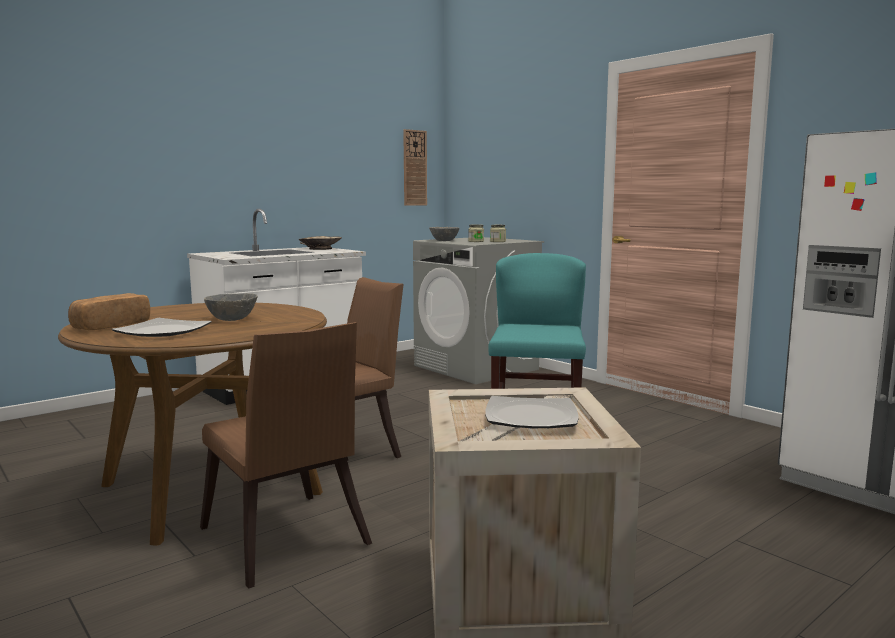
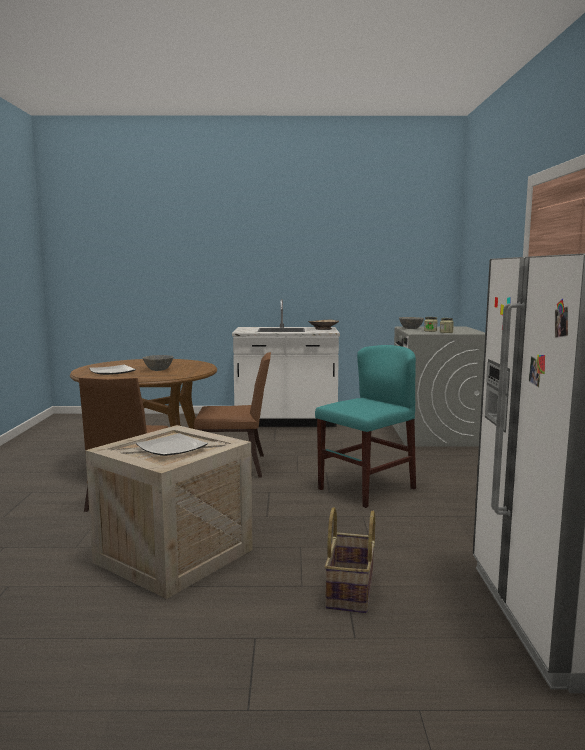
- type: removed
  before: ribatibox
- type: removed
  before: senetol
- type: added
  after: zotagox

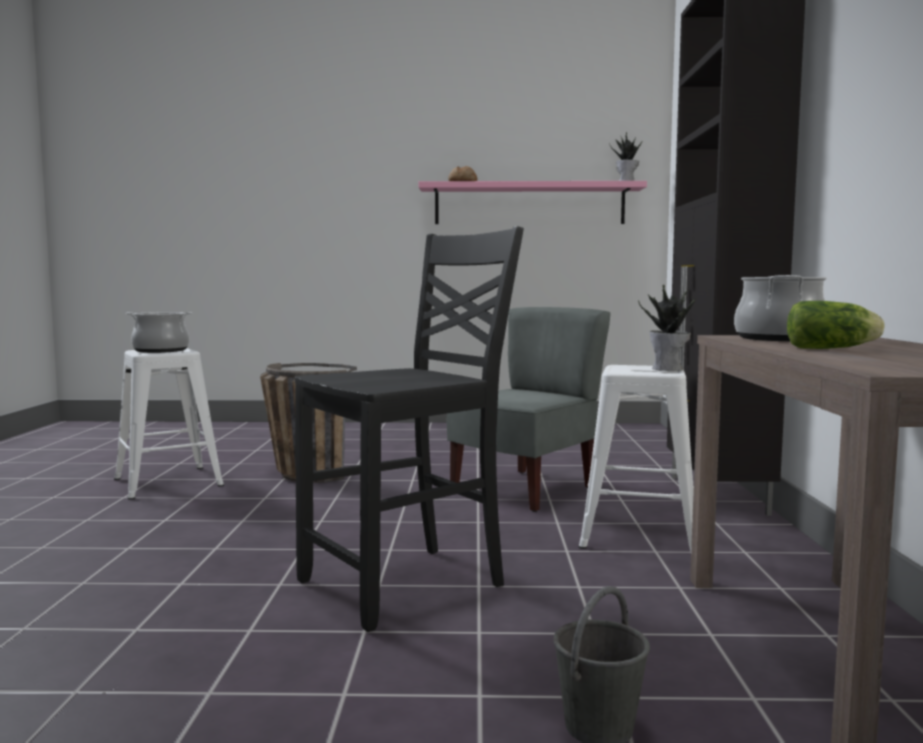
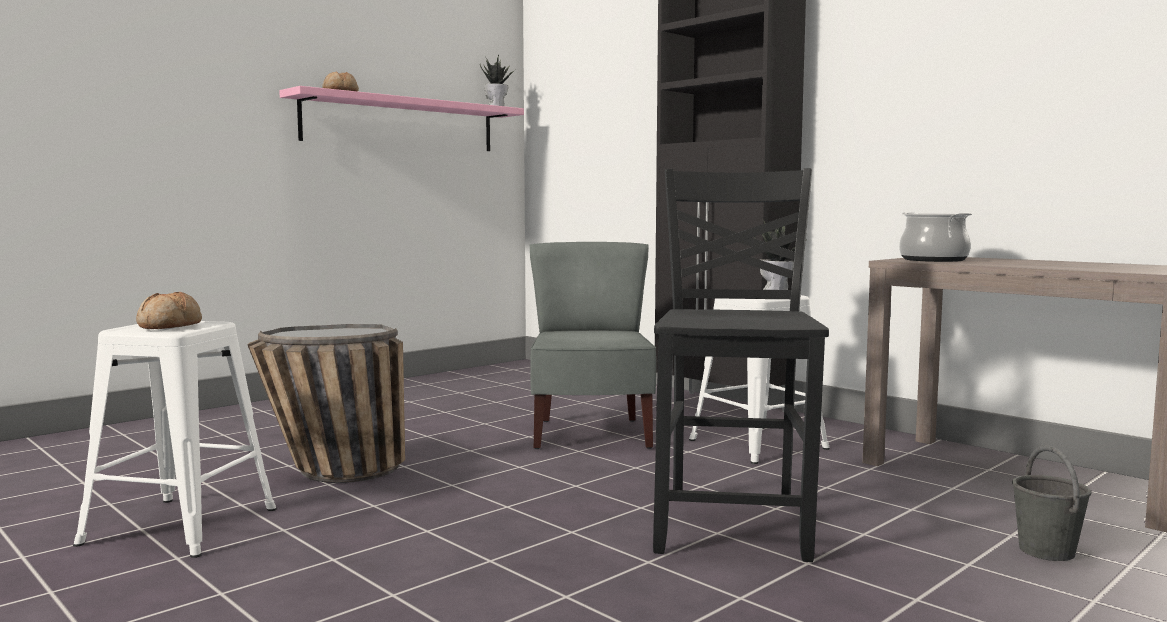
- type: replaced
  before: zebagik (1st from left)
  after: ribatibox (1st from left)
- type: removed
  before: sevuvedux

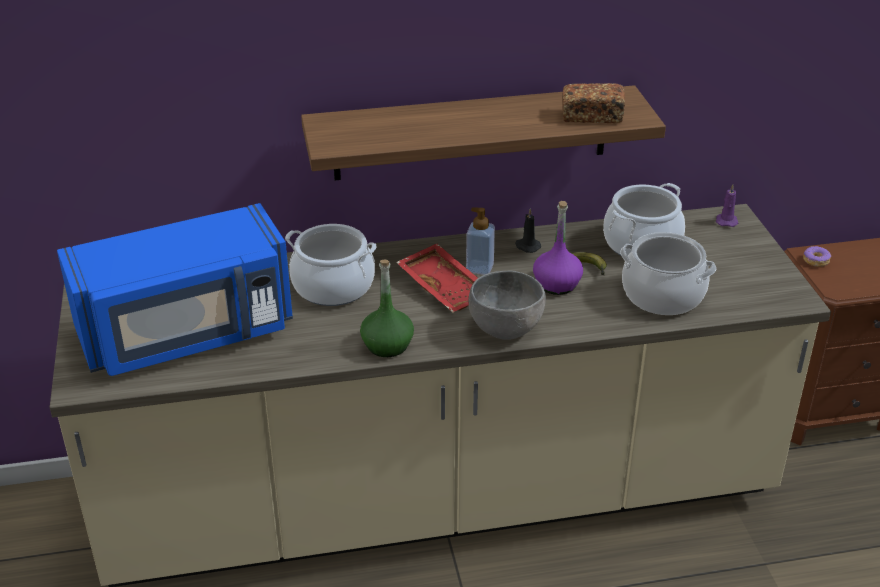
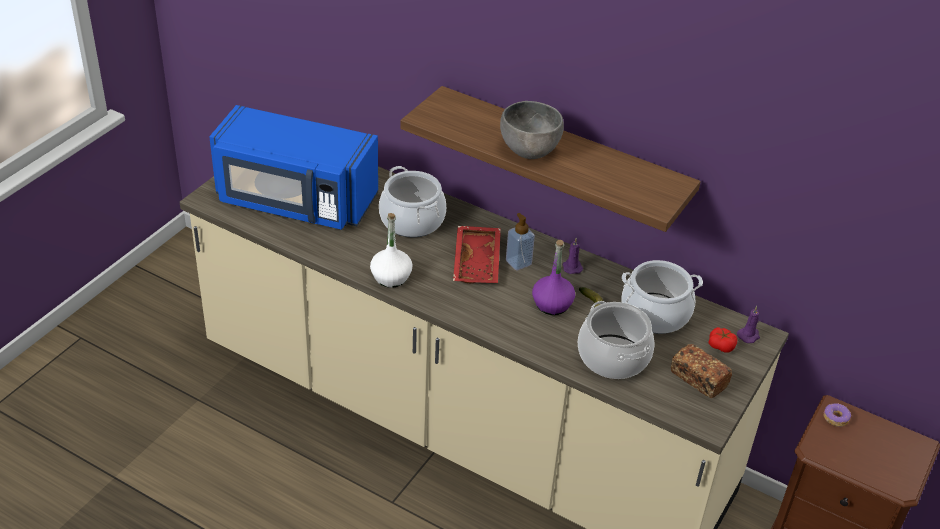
- type: recoloured
  before: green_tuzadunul
  after: white_tuzadunul
- type: moved
  before: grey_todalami
- type: recoloured
  before: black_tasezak
  after: purple_tasezak (1st from left)
- type: moved
  before: ribatibox
- type: added
  after: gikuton

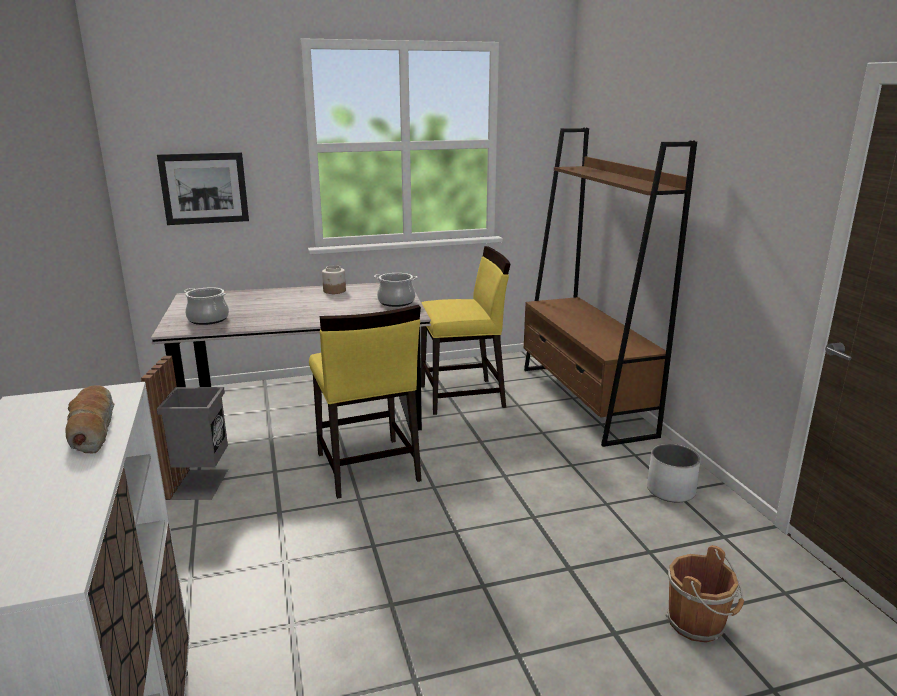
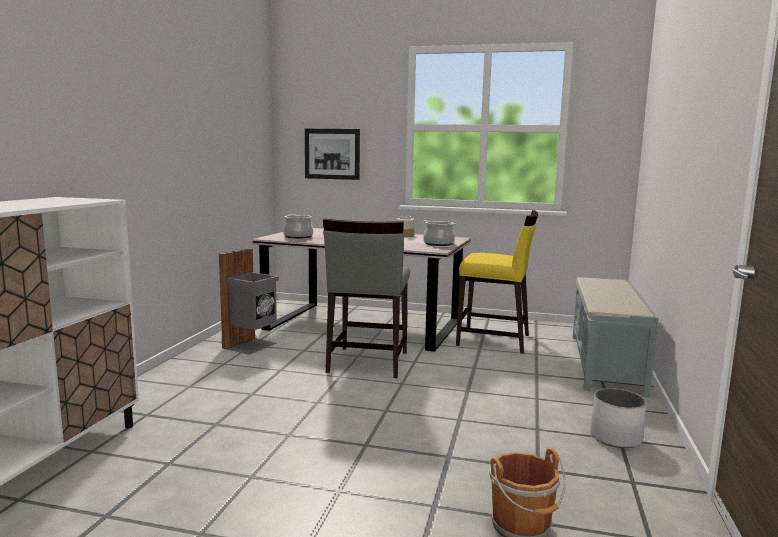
- type: removed
  before: ribatibox
- type: recoloured
  before: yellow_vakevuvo (1st from left)
  after: grey_vakevuvo
- type: replaced
  before: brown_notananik
  after: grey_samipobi

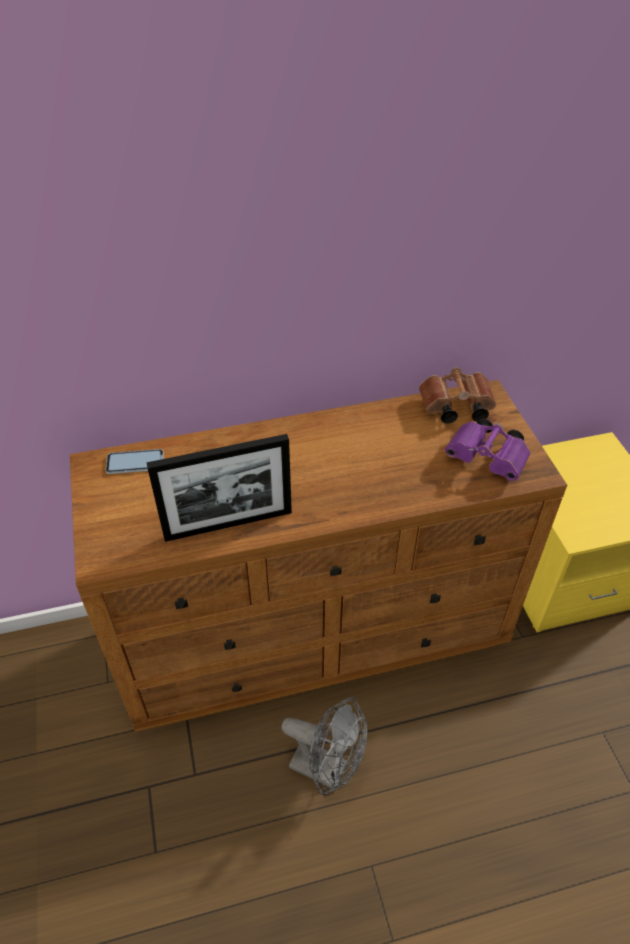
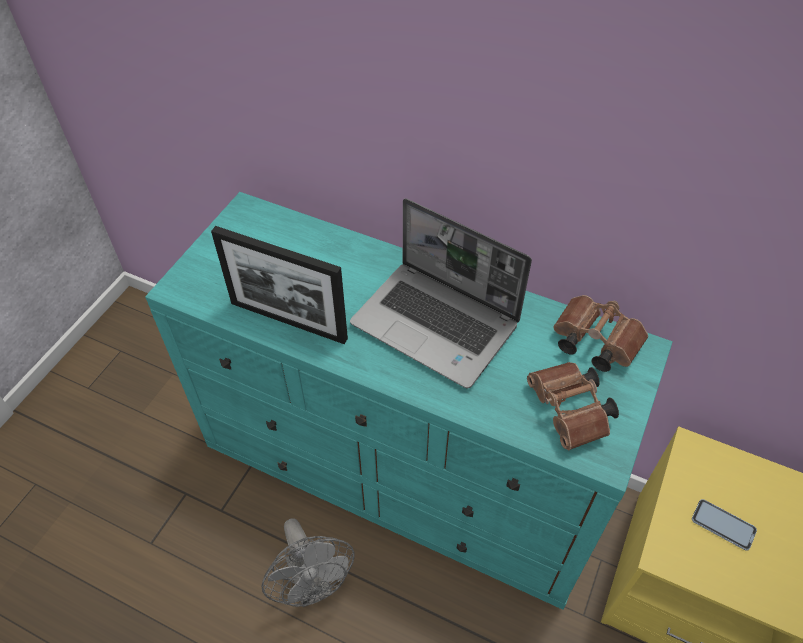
- type: recoloured
  before: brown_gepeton
  after: turquoise_gepeton
- type: moved
  before: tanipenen
- type: recoloured
  before: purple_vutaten
  after: brown_vutaten (1st from left)
- type: added
  after: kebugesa

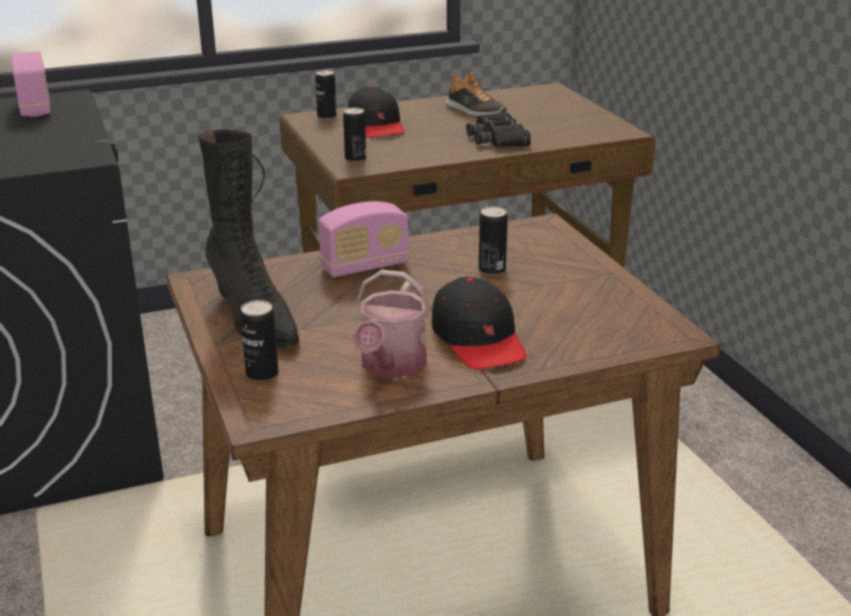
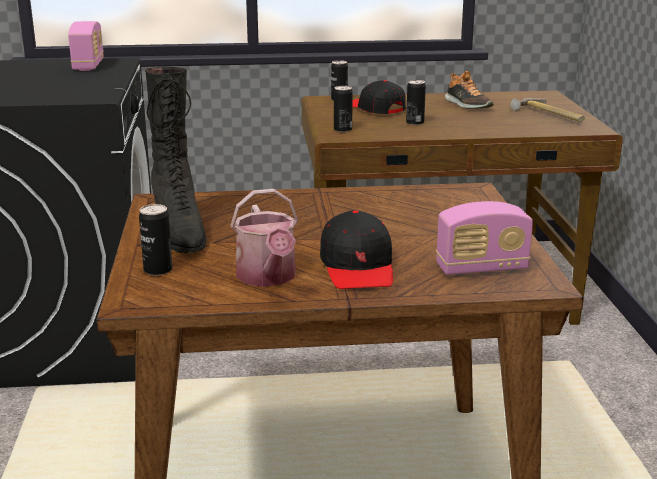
- type: moved
  before: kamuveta (2nd from left)
- type: turned
  before: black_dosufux (1st from left in the first image)
  turn: 150
- type: turned
  before: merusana
  turn: -45
- type: removed
  before: black_vutaten
- type: moved
  before: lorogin (4th from left)
- type: added
  after: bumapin

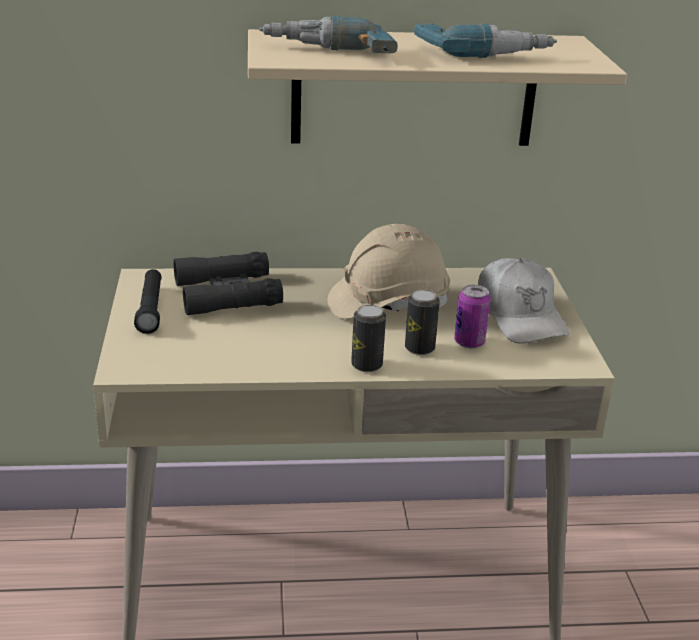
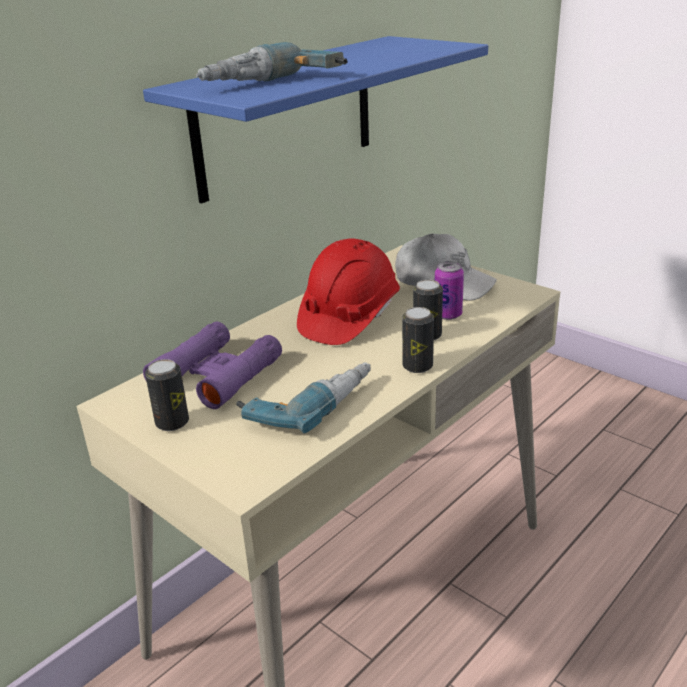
- type: replaced
  before: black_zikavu
  after: lorogin (1st from left)
- type: recoloured
  before: black_vutaten
  after: purple_vutaten
- type: recoloured
  before: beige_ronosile
  after: blue_ronosile
- type: recoloured
  before: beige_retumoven
  after: red_retumoven
- type: moved
  before: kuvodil (2nd from left)

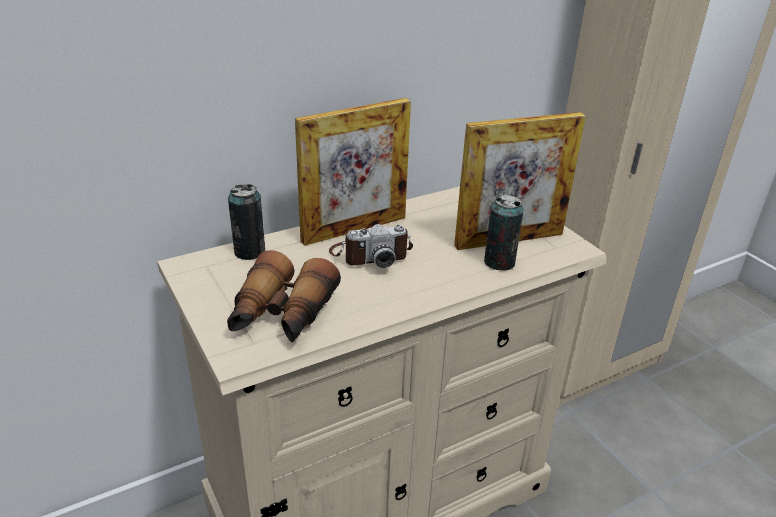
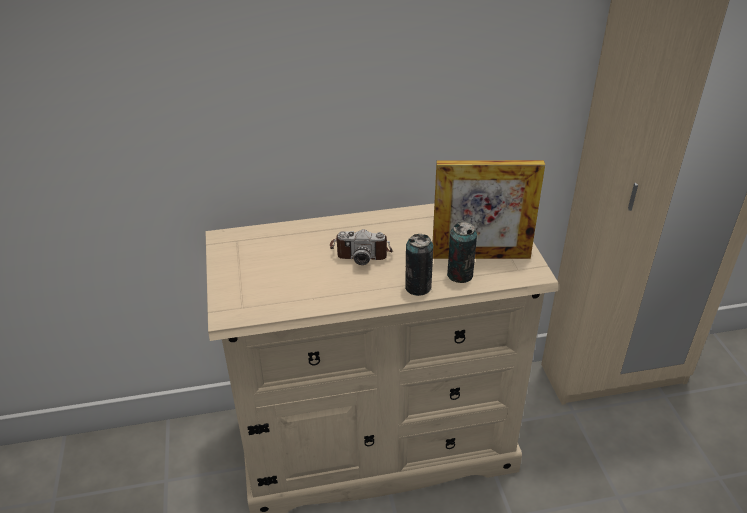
- type: removed
  before: vutaten
- type: moved
  before: lorogin (1st from left)
- type: removed
  before: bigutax (1st from left)

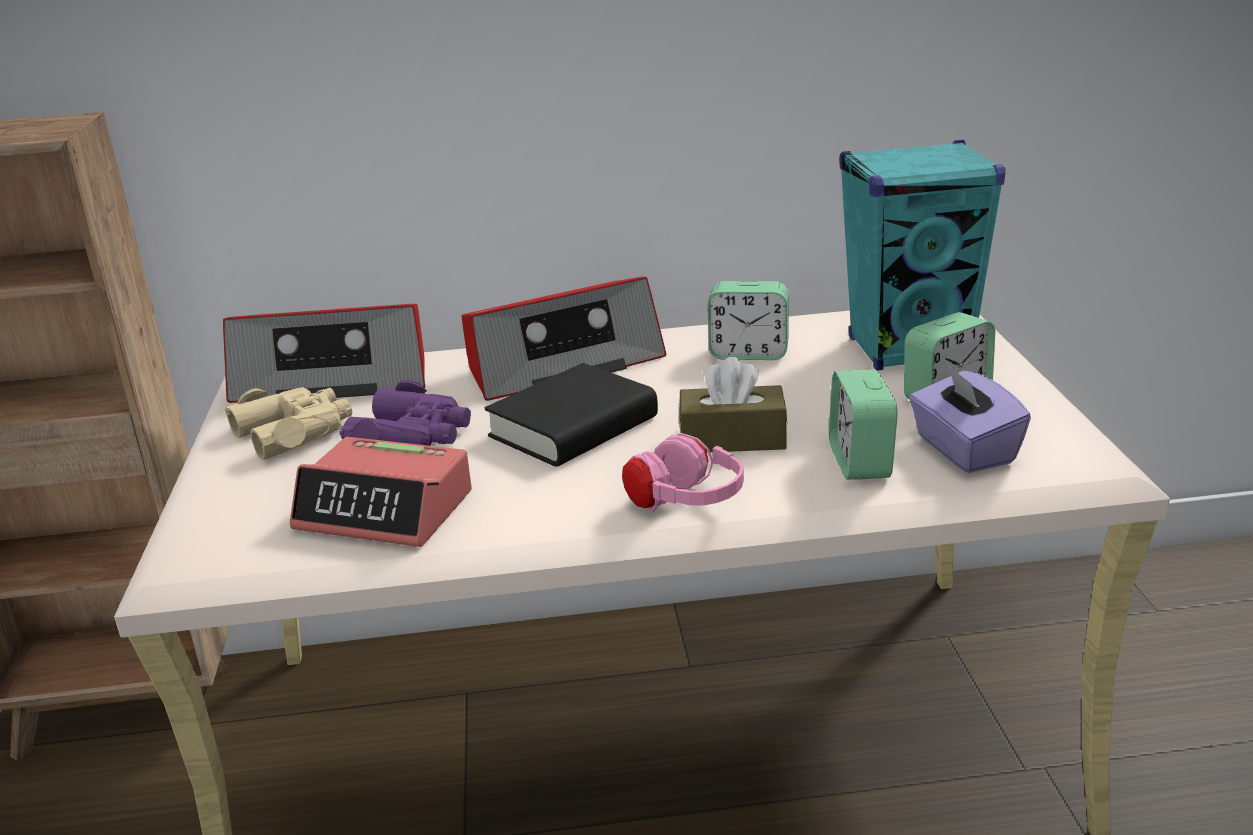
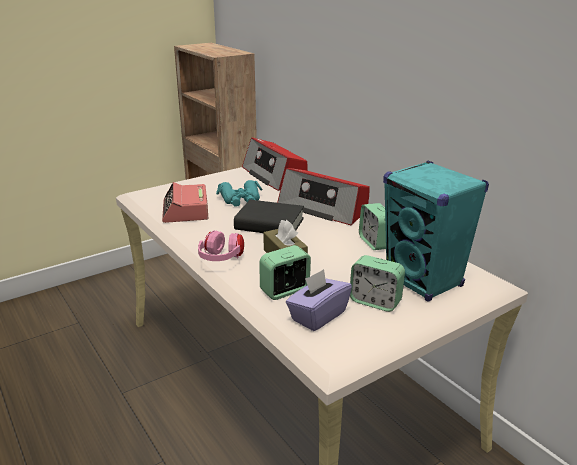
- type: removed
  before: beige_vutaten
- type: recoloured
  before: purple_vutaten
  after: turquoise_vutaten

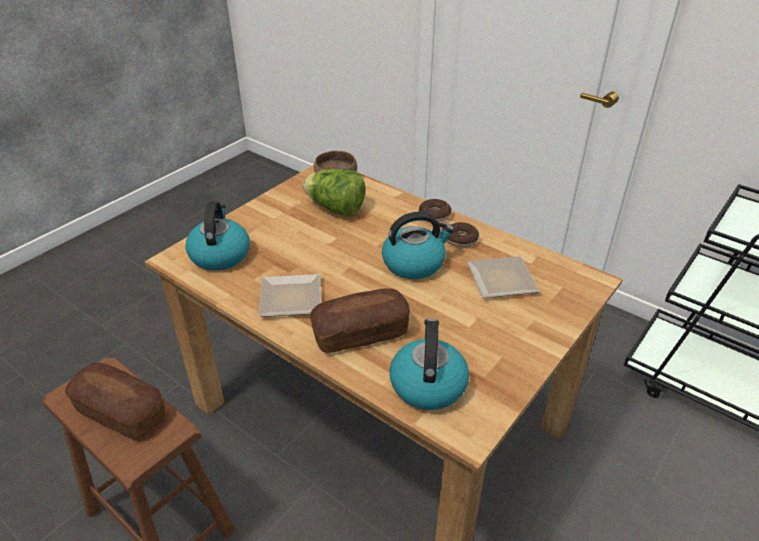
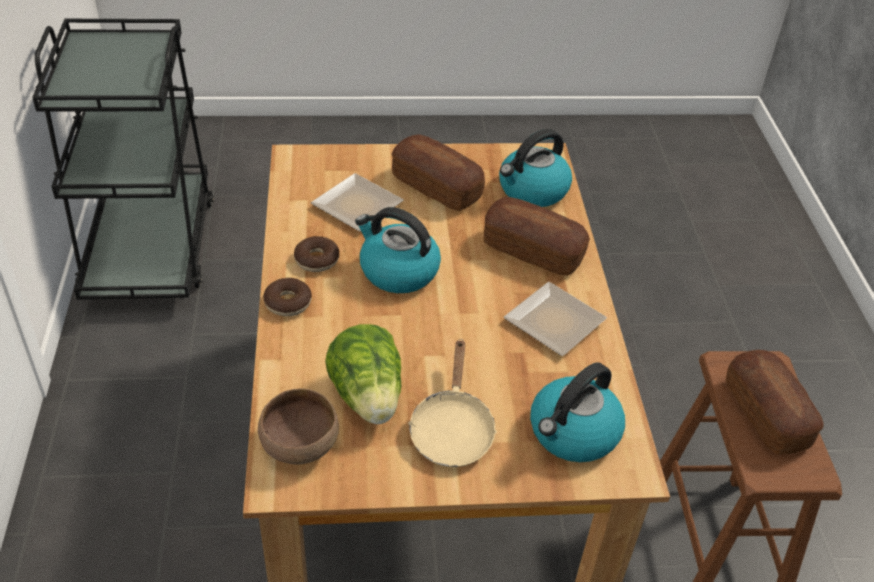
- type: added
  after: ribatibox (1st from left)
- type: added
  after: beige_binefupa

